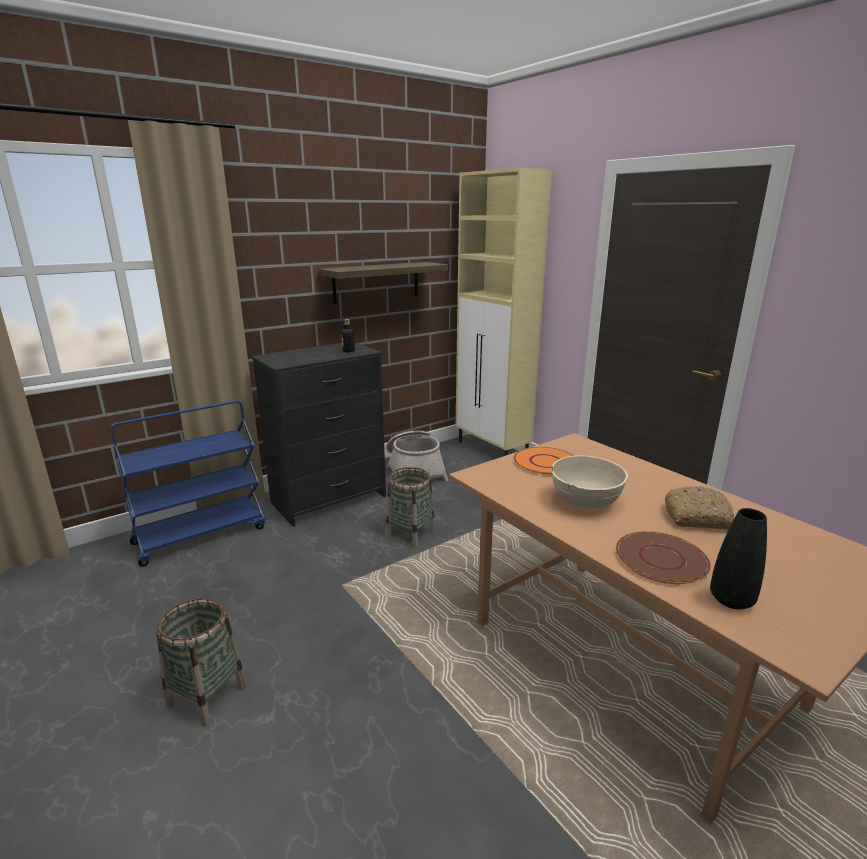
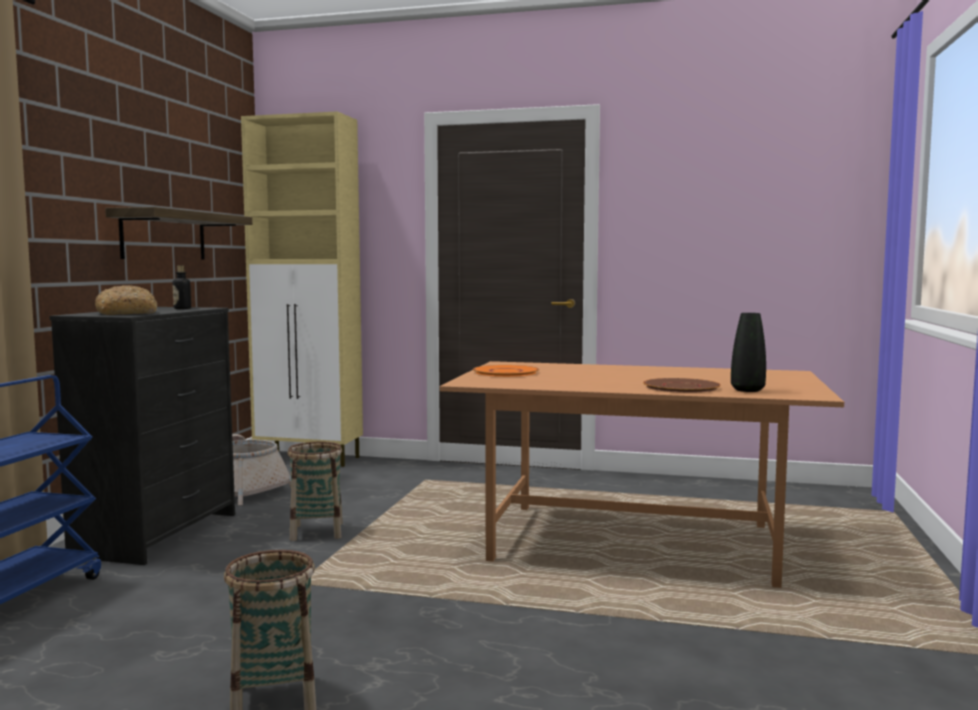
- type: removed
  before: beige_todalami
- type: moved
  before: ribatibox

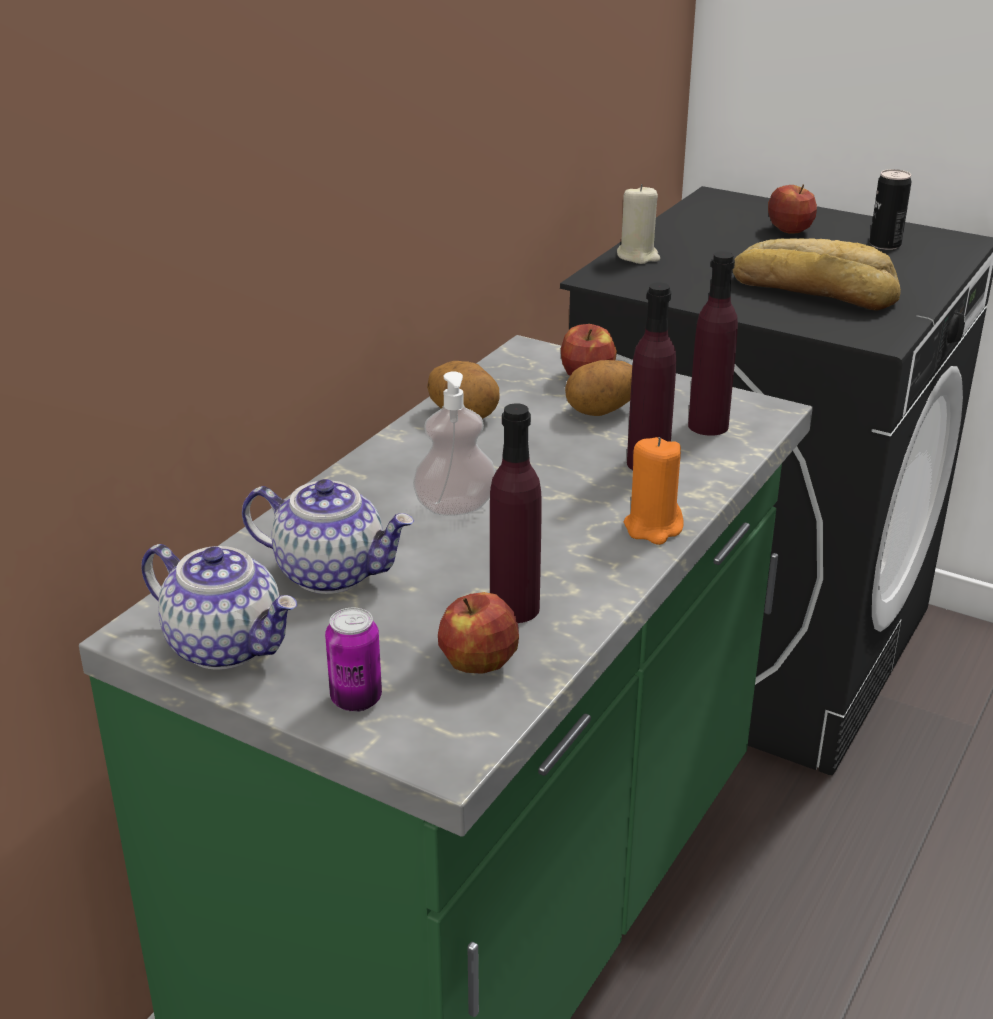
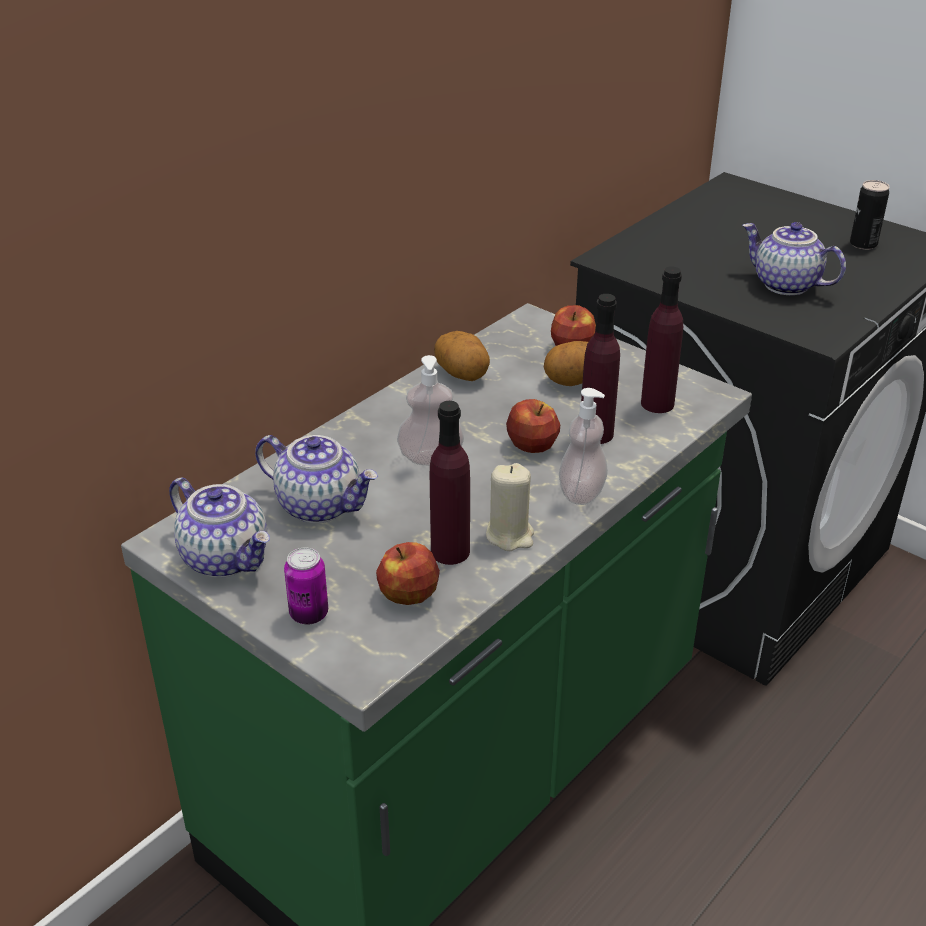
- type: moved
  before: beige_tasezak
- type: replaced
  before: orange_tasezak
  after: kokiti (2nd from left)
- type: replaced
  before: ribatibox
  after: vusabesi (3rd from left)
- type: moved
  before: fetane (3rd from left in the first image)
  after: fetane (2nd from left)

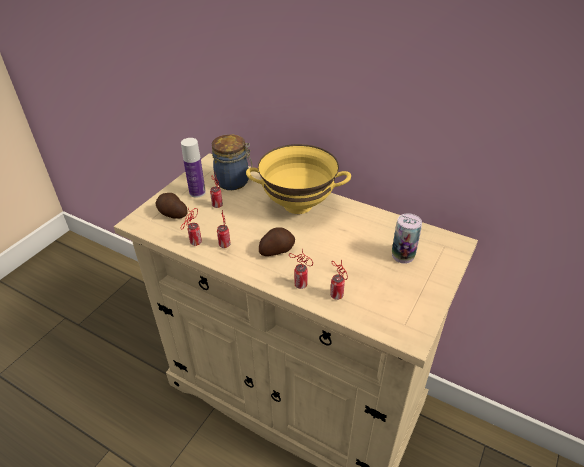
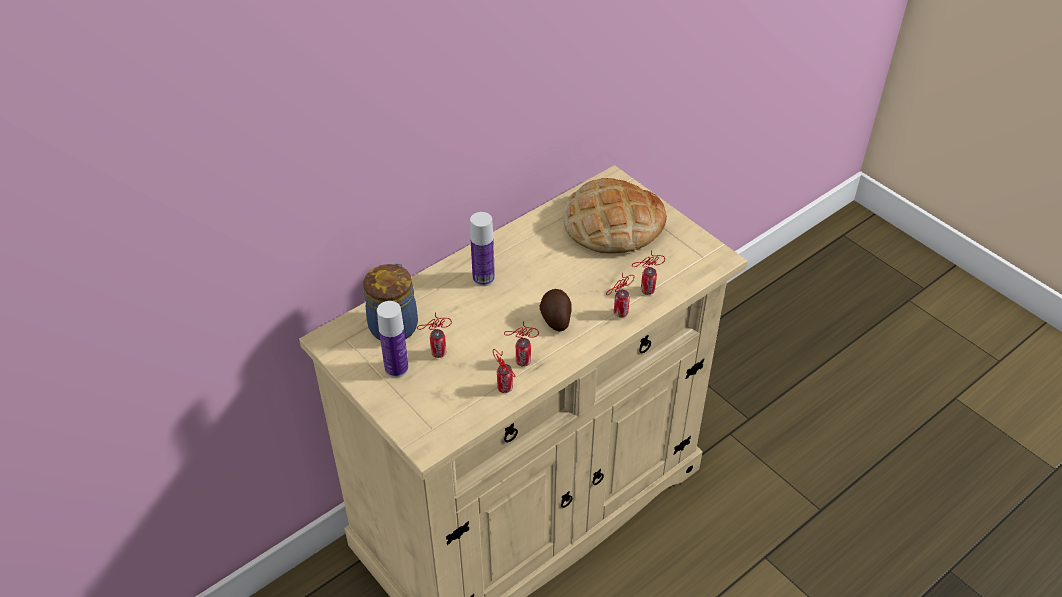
- type: removed
  before: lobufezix (1st from left)
- type: replaced
  before: yellow_todalami
  after: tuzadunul (2nd from left)
- type: replaced
  before: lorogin (6th from left)
  after: ribatibox

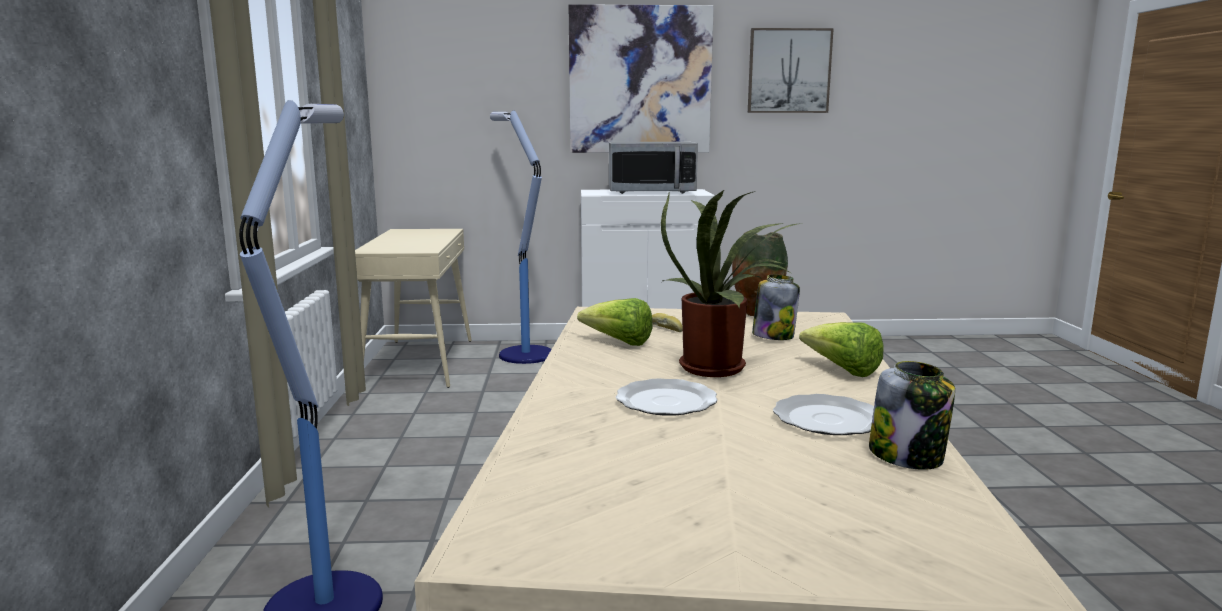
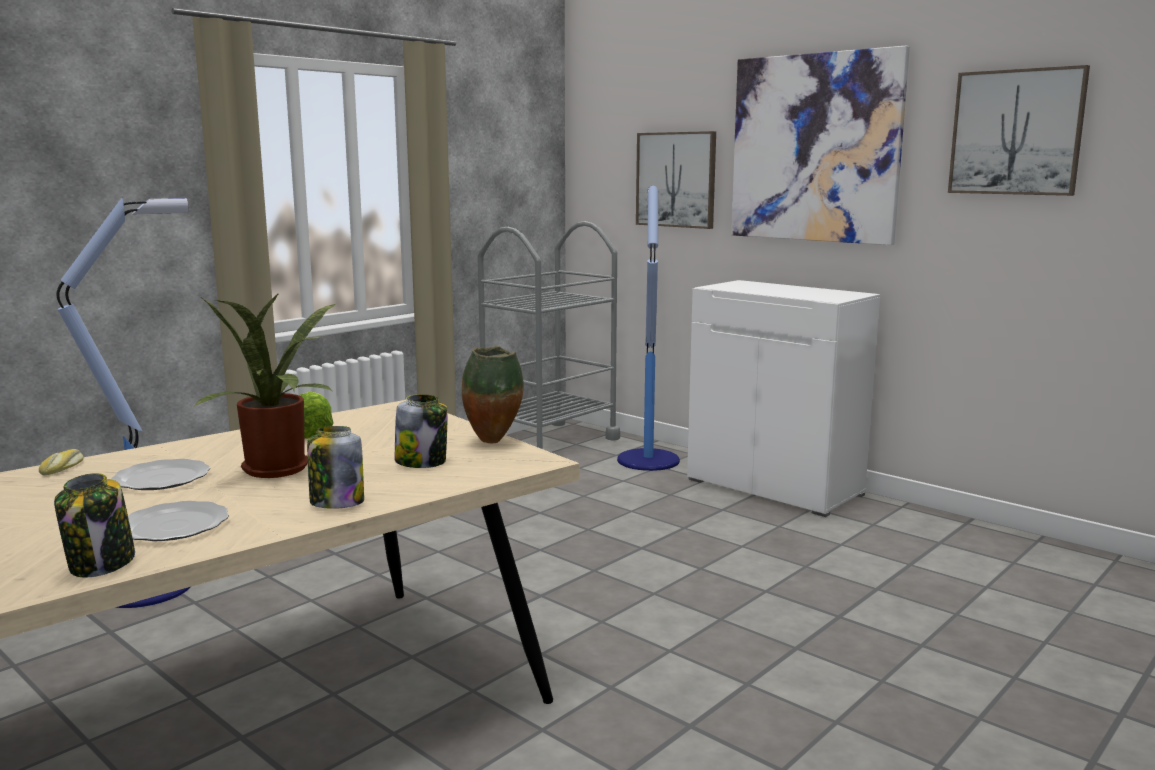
- type: replaced
  before: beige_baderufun
  after: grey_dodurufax
- type: removed
  before: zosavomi
- type: moved
  before: ribatibox
- type: replaced
  before: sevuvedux (2nd from left)
  after: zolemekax (2nd from left)
- type: added
  after: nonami (1st from left)

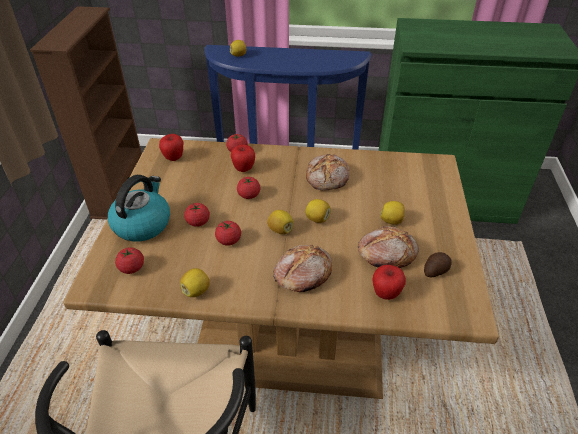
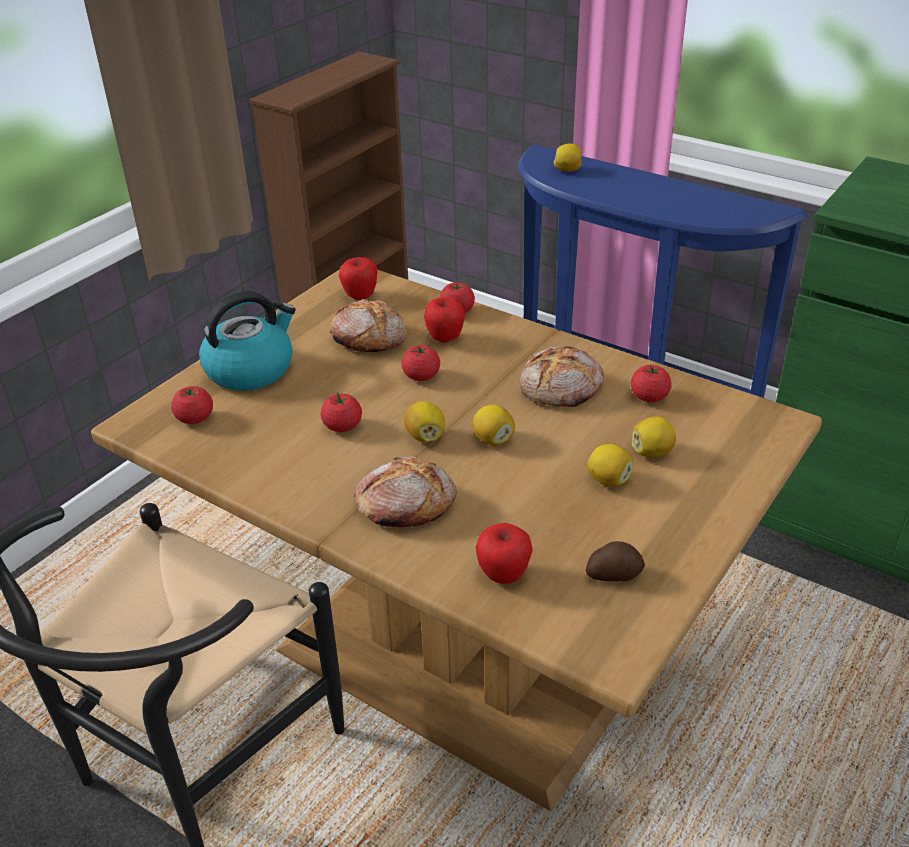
- type: moved
  before: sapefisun (1st from left in the first image)
  after: sapefisun (5th from left)
- type: moved
  before: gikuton (2nd from left in the first image)
  after: gikuton (5th from left)
- type: moved
  before: ribatibox (3rd from left in the first image)
  after: ribatibox (1st from left)

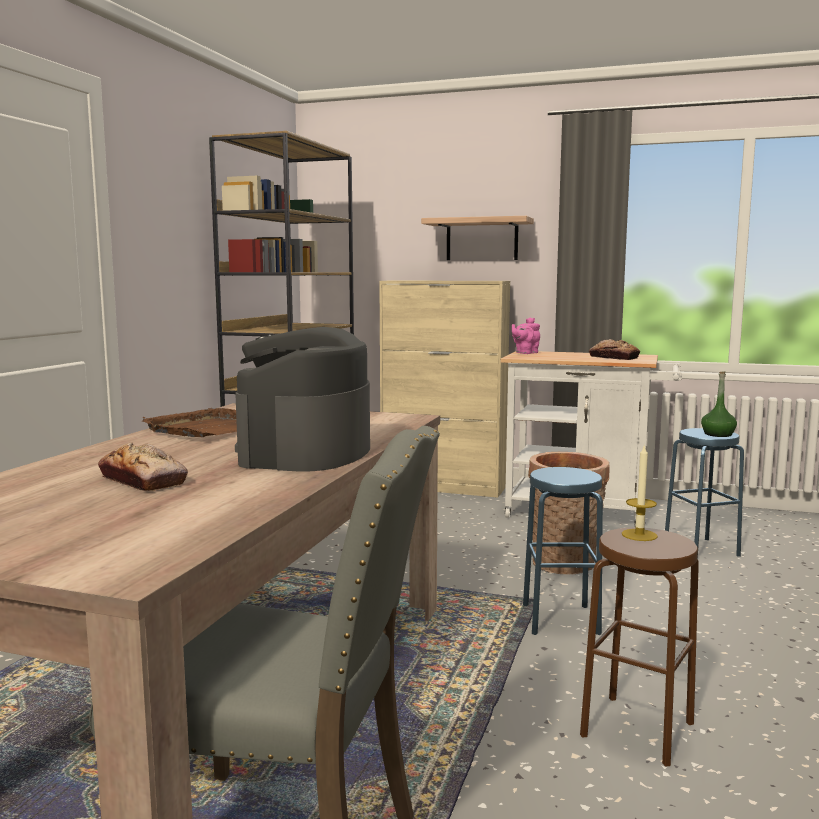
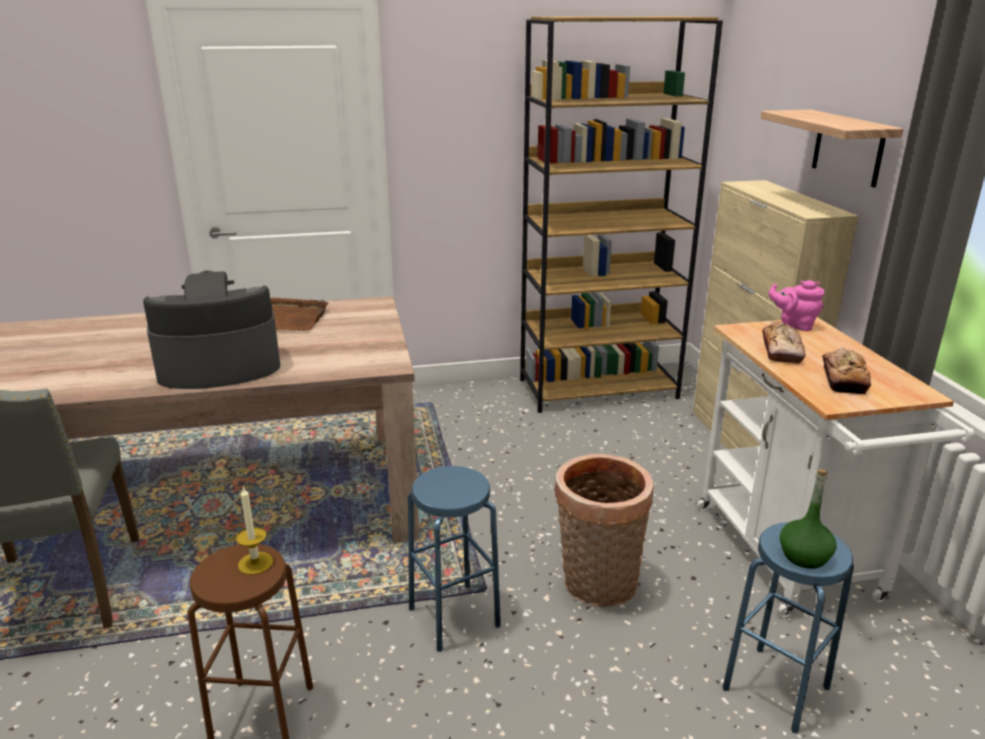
- type: moved
  before: ribatibox (1st from left)

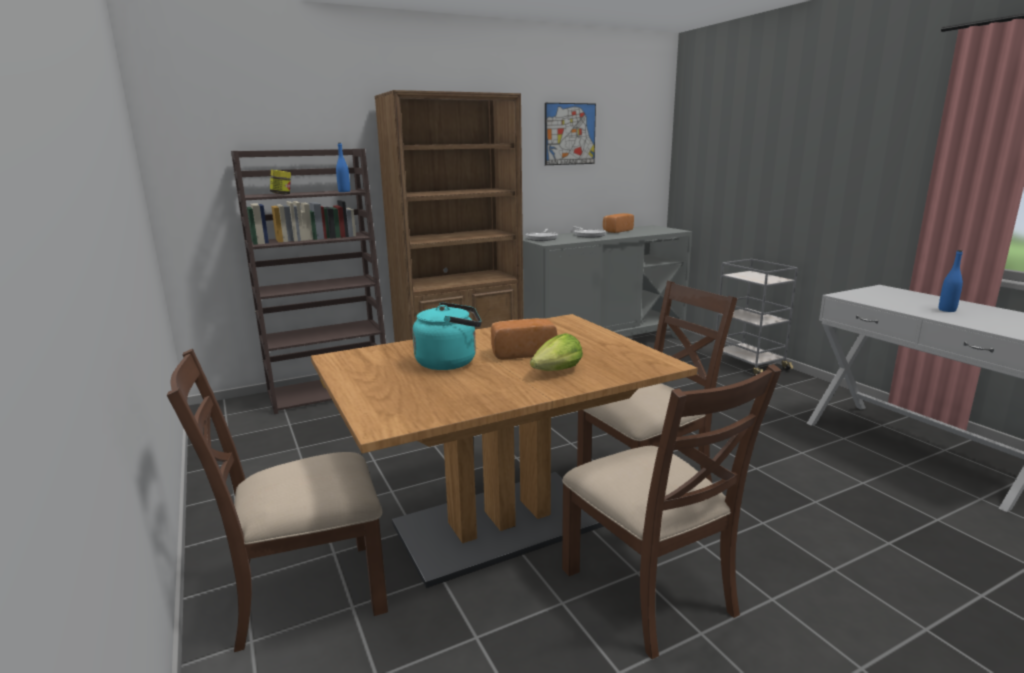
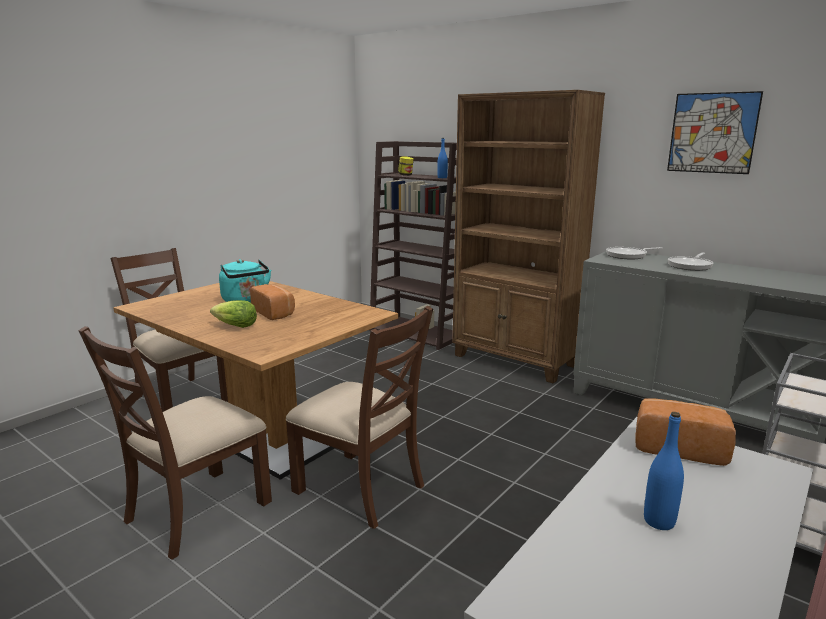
- type: moved
  before: ribatibox (2nd from left)

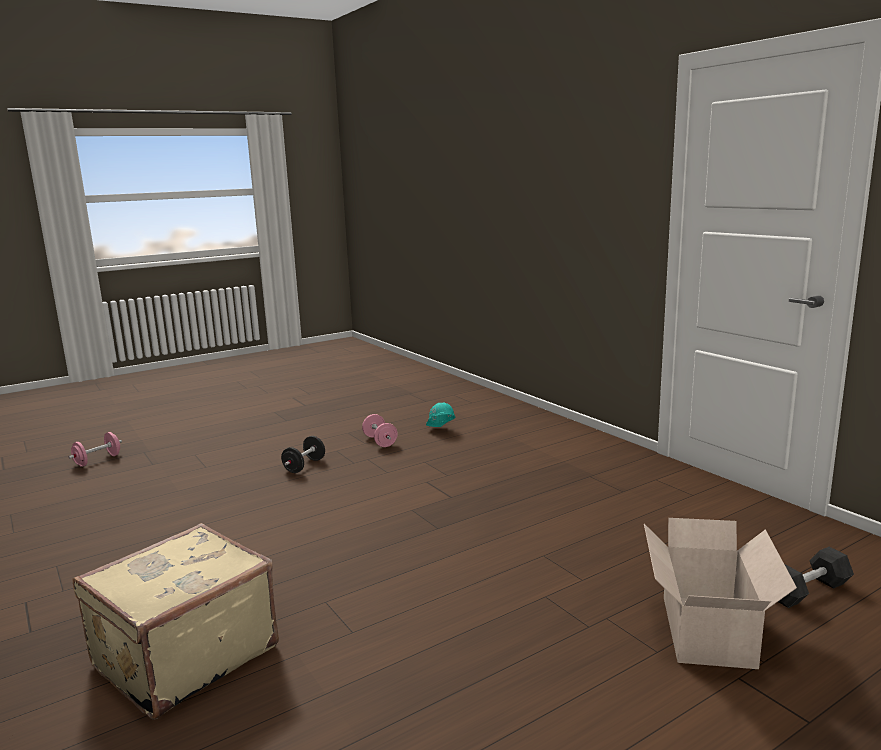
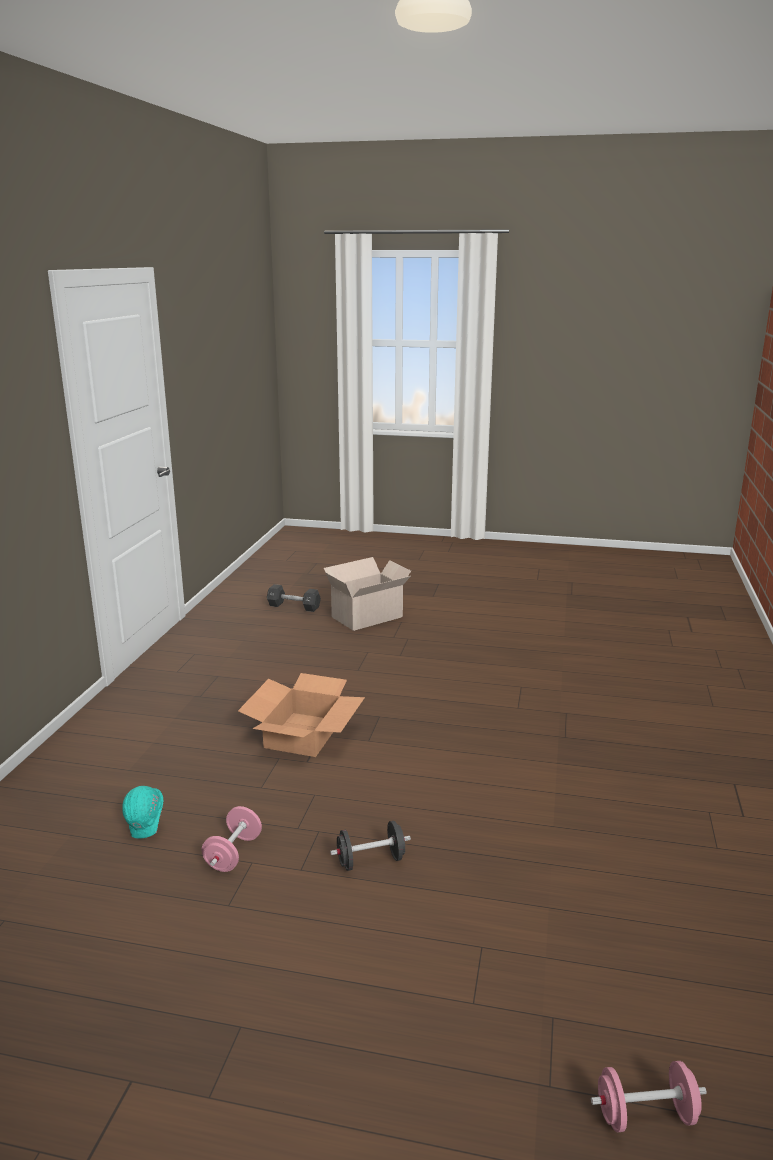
- type: removed
  before: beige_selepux
- type: added
  after: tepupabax (1st from left)

